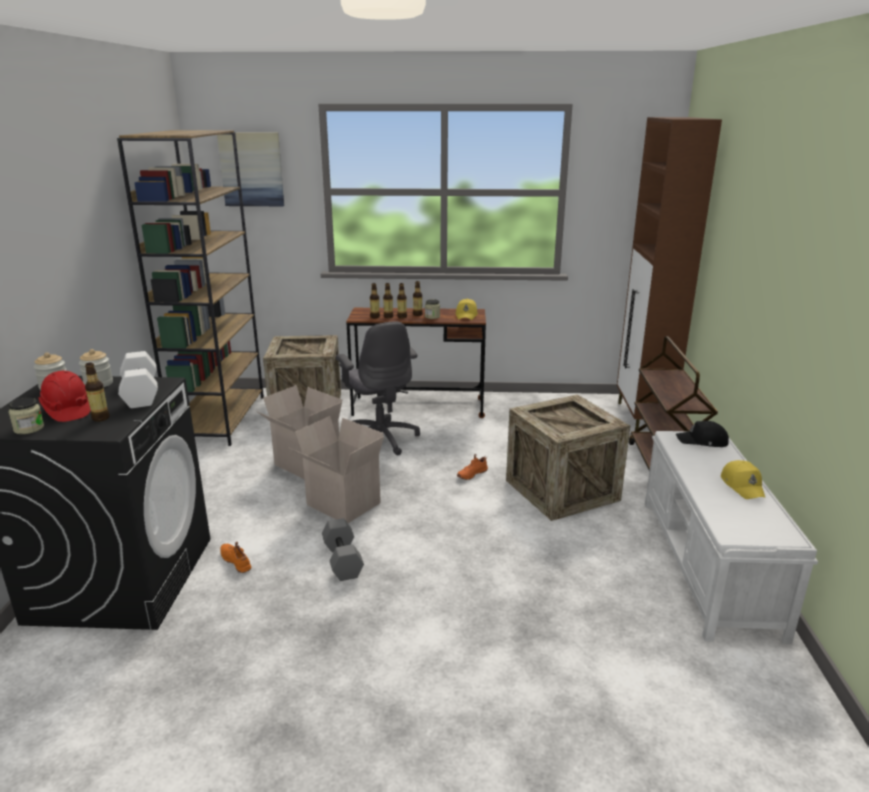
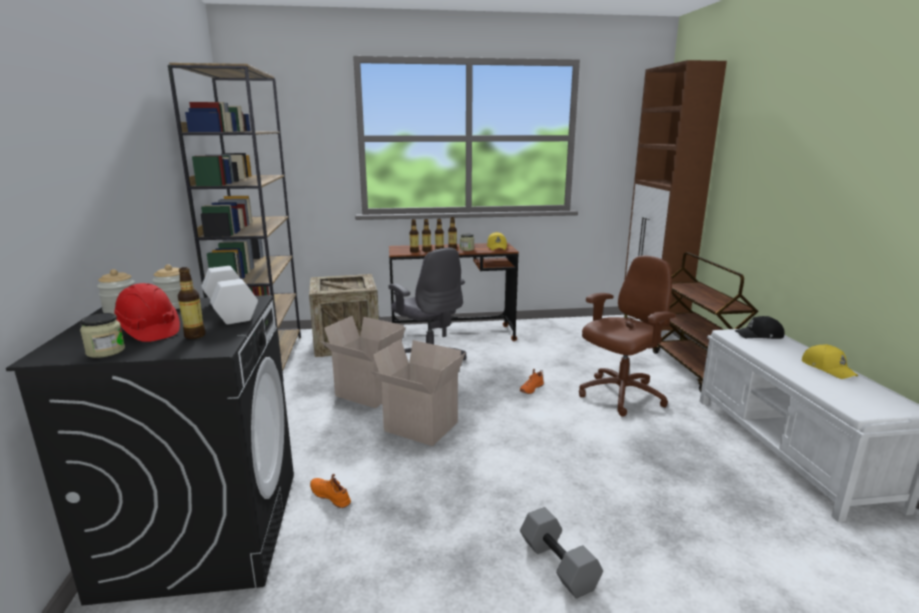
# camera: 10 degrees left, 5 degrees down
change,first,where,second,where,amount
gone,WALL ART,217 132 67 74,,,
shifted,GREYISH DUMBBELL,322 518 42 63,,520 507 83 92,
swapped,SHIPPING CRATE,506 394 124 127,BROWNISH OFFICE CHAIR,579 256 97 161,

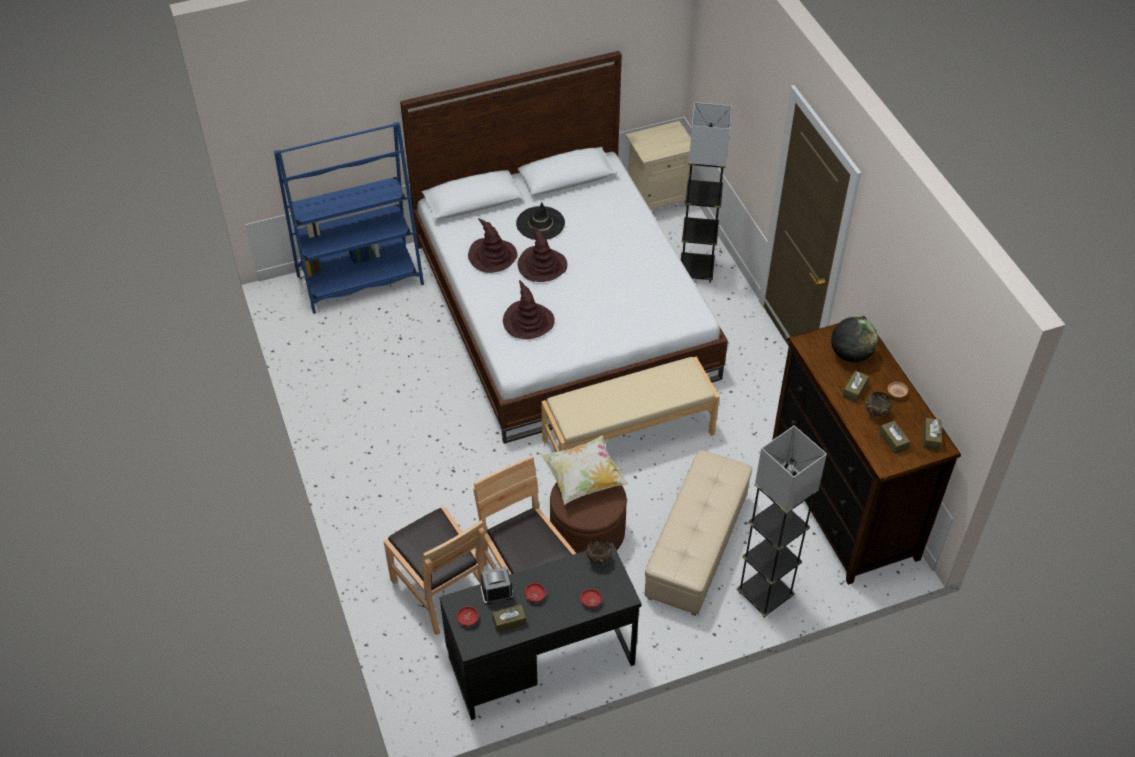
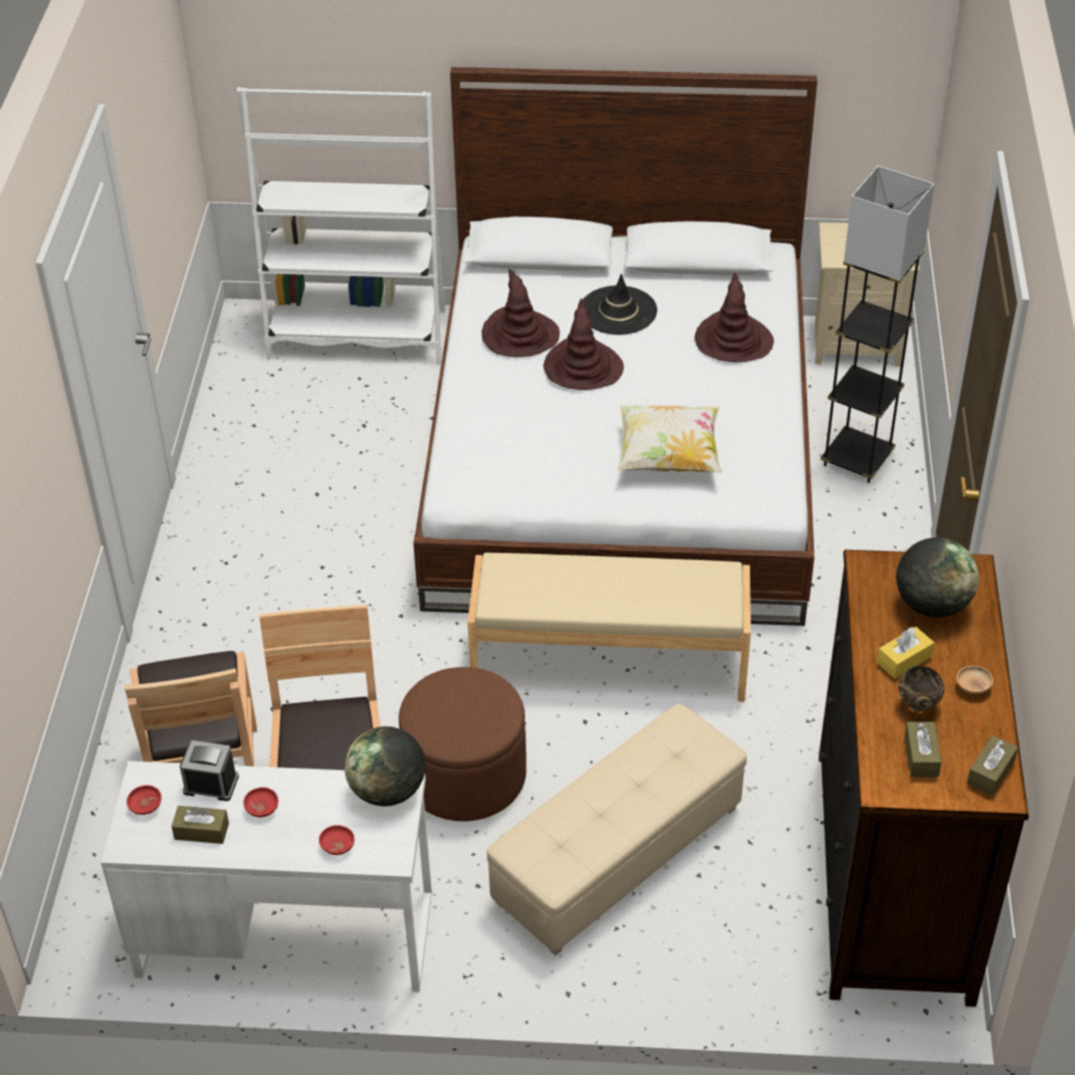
# camera: 25 degrees right, 5 degrees down
change,first,where,second,where,amount
repainted,BLUISH BOOKCASE,274 122 150 192,WHITE-COLOURED BOOKCASE,236 87 209 278,
repainted,BLACK DESK,440 542 201 178,WHITE-COLOURED DESK,101 761 331 231,
shifted,BROWNISH WEARABLE HAT,503 280 52 59,,694 272 80 90,
shifted,CUSHION,541 435 87 70,,617 405 105 68,
swapped,BROWNISH SERVING BOWL,586 539 26 26,DESK GLOBE,345 726 81 80,
gone,GREYISH STANDARD LAMP,737 426 90 192,,,
repainted,BROWNISH TISSUE HOLDER,842 371 27 32,YELLOWISH TISSUE HOLDER,877 627 57 52,

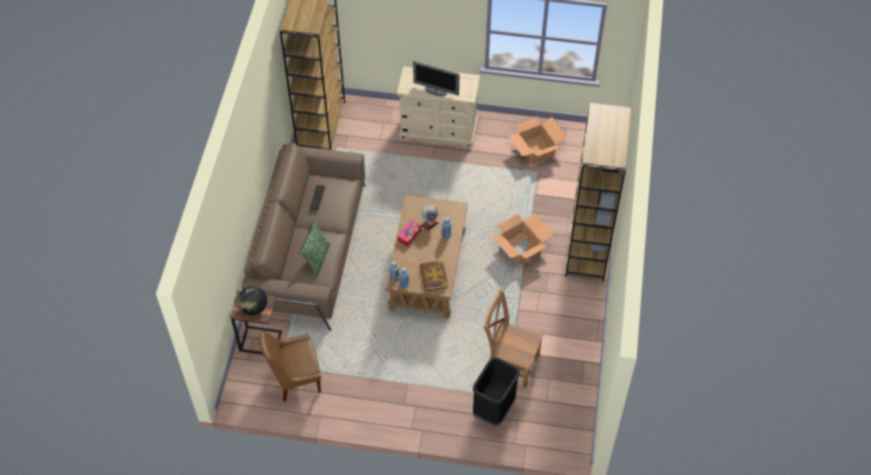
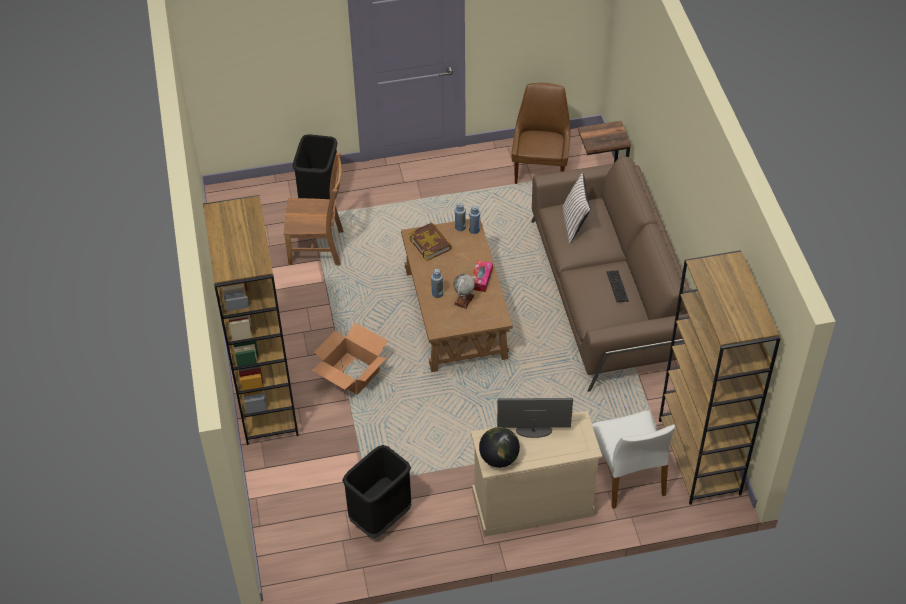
# camera: 160 degrees right, 5 degrees down
change,first,where,second,where,amount
shifted,DESK GLOBE,238 286 29 29,,479 427 41 41,
rotated,BROWNISH CHAIR,259 330 62 72,,511 83 59 101,45 degrees counterclockwise
repainted,GREEN CUSHION,299 219 32 59,WHITE-COLOURED CUSHION,562 173 29 71,
swapped,CARDBOARD BOX,508 117 58 47,BLACK RUBBISH BIN,342 445 69 93,
new,,,WHITE-COLOURED CHAIR,592 410 83 99,

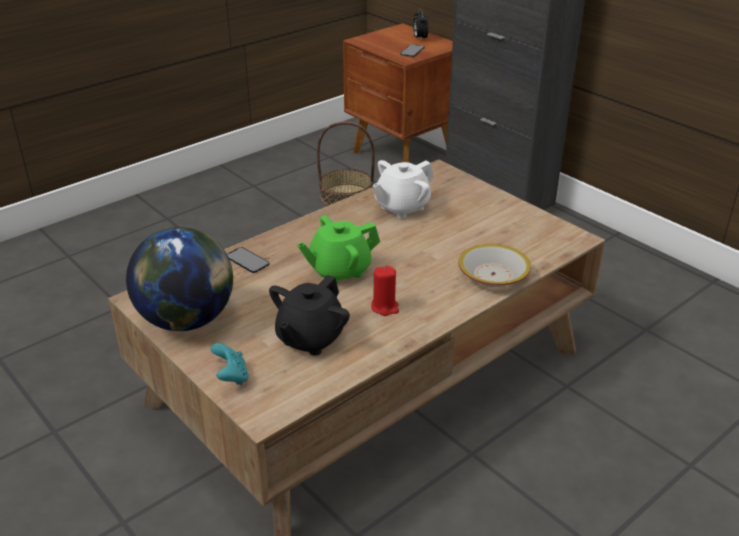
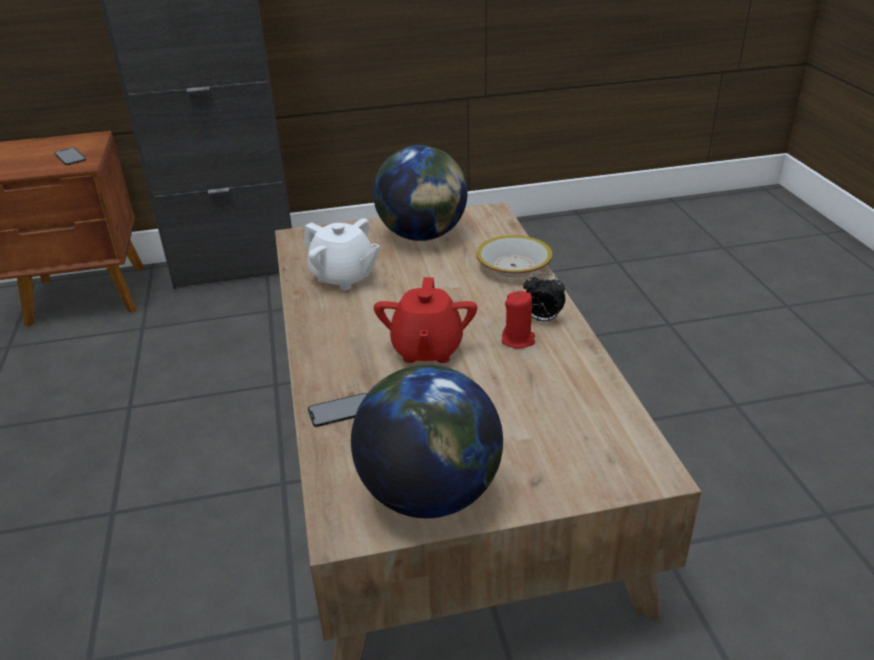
# camera: 60 degrees left, 0 degrees up
change,first,where,second,where,amount
gone,BLUE-GREEN GAME CONTROLLER,210 343 39 42,,,
gone,BLACK POT FOR TEA,269 275 81 81,,,
repainted,GREEN POT FOR TEA,297 215 83 68,RED-COLOURED POT FOR TEA,374 277 103 86,
gone,HOUSEHOLD BASKET,317 121 58 85,,,
rotated,WHITE-COLOURED POT FOR TEA,372 160 61 58,,304 218 76 72,45 degrees counterclockwise
shifted,BEDSIDE CLOCK,413 8 15 32,,523 272 42 51,
new,,,DESK GLOBE,373 145 94 96,

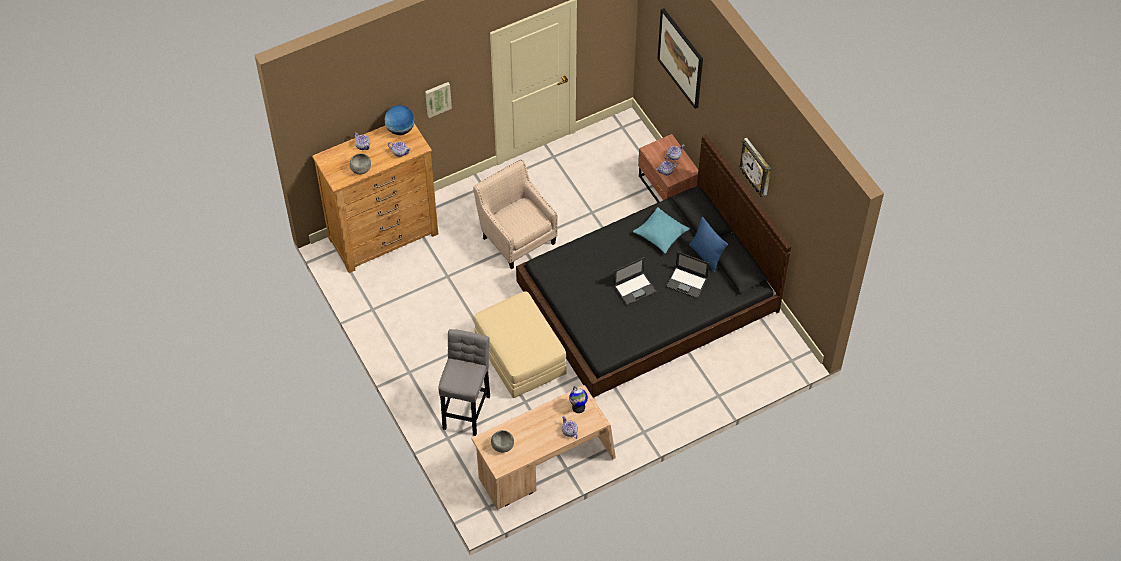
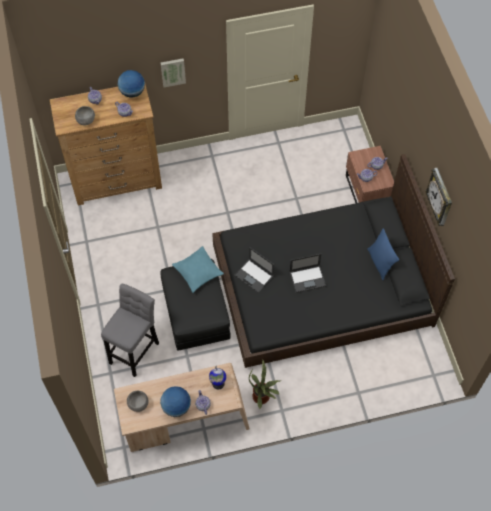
# camera: 15 degrees right, 5 degrees up
change,first,where,second,where,amount
gone,BEIGE-COLOURED ARMCHAIR,473 160 85 109,,,
repainted,BEIGE-COLOURED OTTOMAN,474 291 93 107,BLACK OTTOMAN,160 259 70 92,
shifted,BLUE-GREEN CUSHION,633 207 57 47,,172 246 52 47,
gone,WALL ART,658 8 45 101,,,
shifted,LAPTOP,666 251 43 48,,234 247 40 46,
new,,,DESK GLOBE,160 386 31 31,
new,,,POTTED PLANT,249 359 31 51,

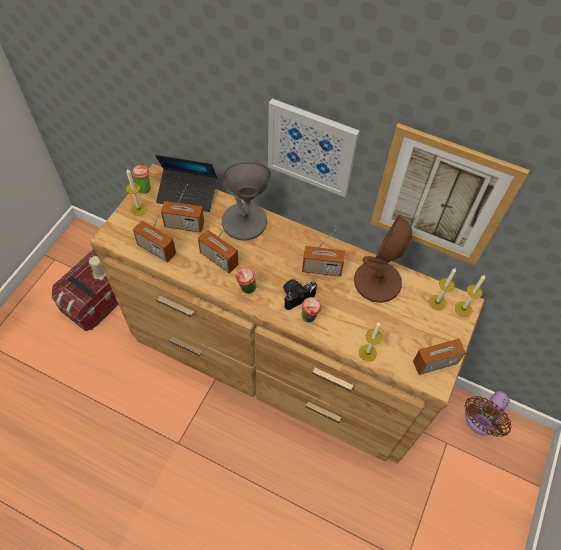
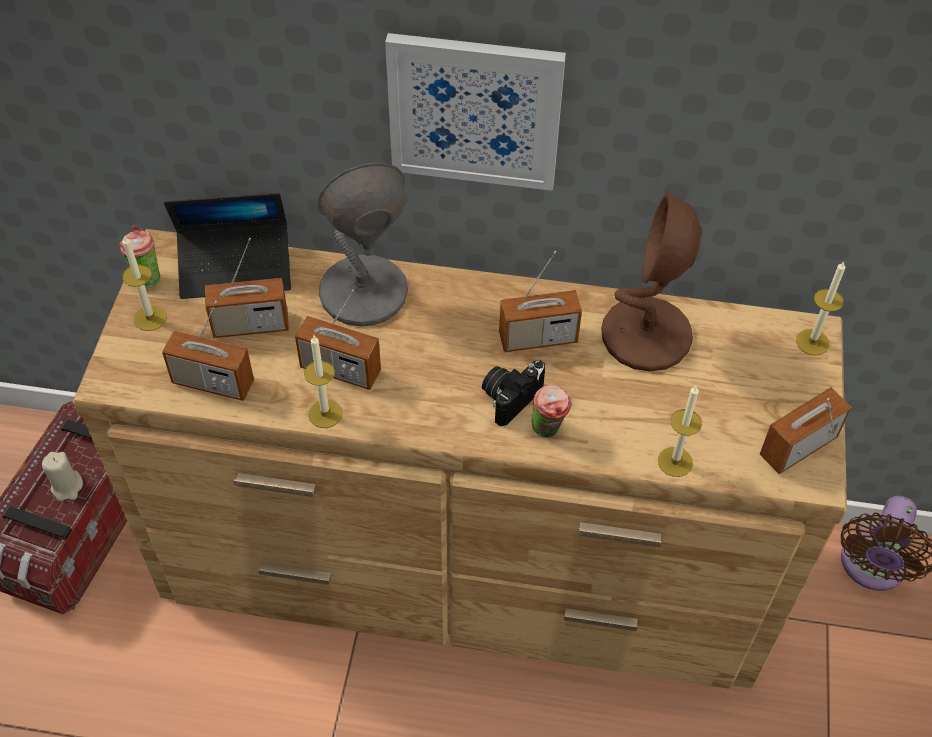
# camera: 15 degrees left, 5 degrees down
change,first,where,second,where,amount
gone,CUP,235 268 22 26,,,
gone,WALL ART,370 123 159 142,,,
shifted,WAX LIGHT,428 268 28 42,,304 336 39 92,

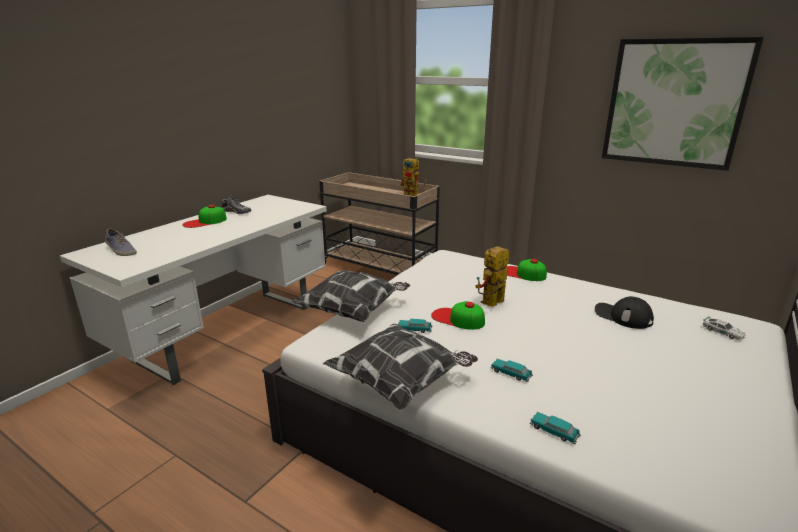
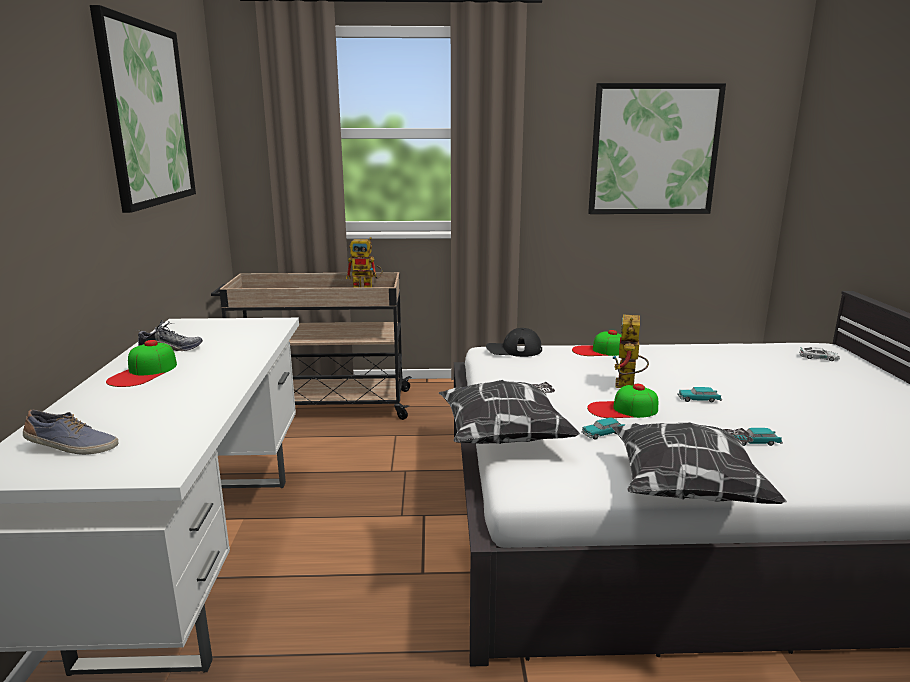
# camera: 35 degrees left, 5 degrees down
change,first,where,second,where,amount
shifted,TOY CAR,530 412 51 32,,678 387 44 15,
shifted,BLACK BASEBALL CAP,595 296 59 33,,486 328 56 29,
new,,,WALL ART,90 5 106 208,

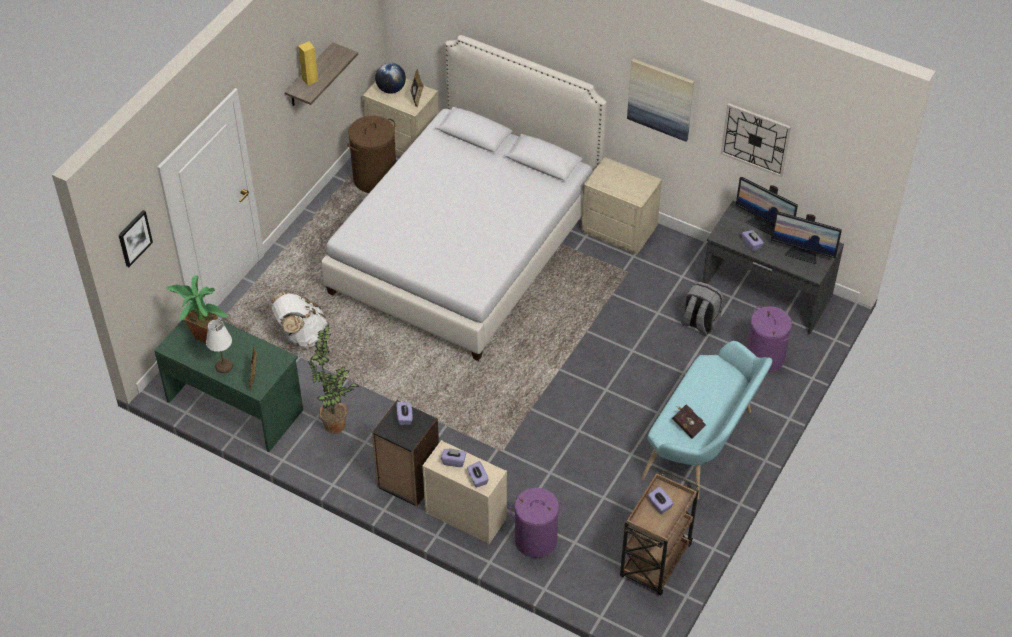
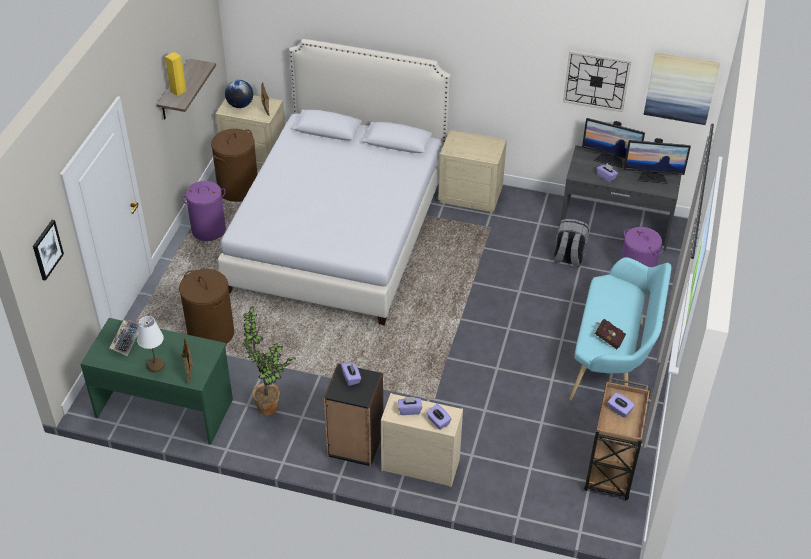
# camera: 15 degrees left, 5 degrees down
change,first,where,second,where,amount
swapped,POTTED PLANT,166 275 62 68,PC KEYBOARD,109 320 30 36,
swapped,WHITE-COLOURED BACKPACK,271 292 57 56,BROWNISH HAMPER,179 269 55 75,
shifted,PURPLISH HAMPER,509 488 55 70,,182 181 44 60,
shifted,WALL ART,627 59 67 83,,644 52 76 73,

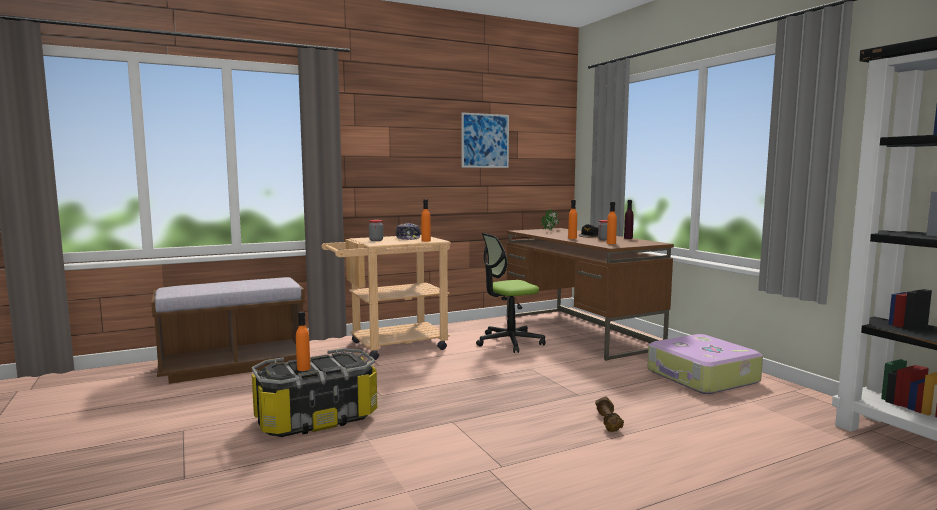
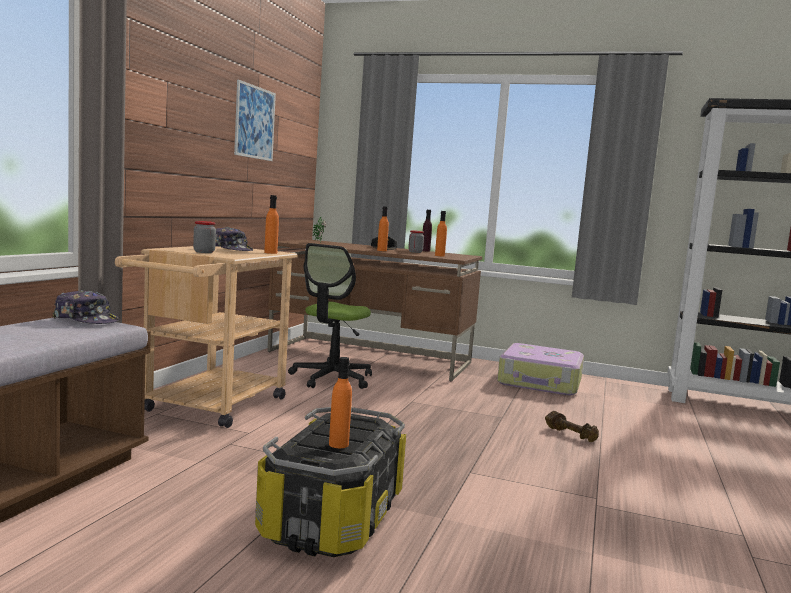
# camera: 45 degrees left, 0 degrees up
change,first,where,second,where,amount
new,,,BASEBALL CAP,52 290 67 34,

